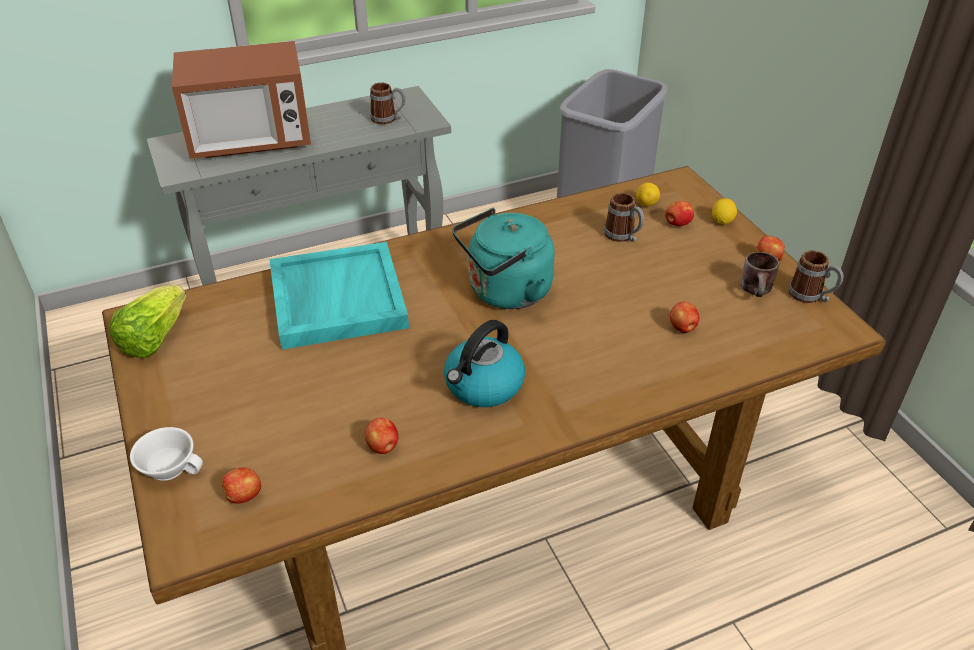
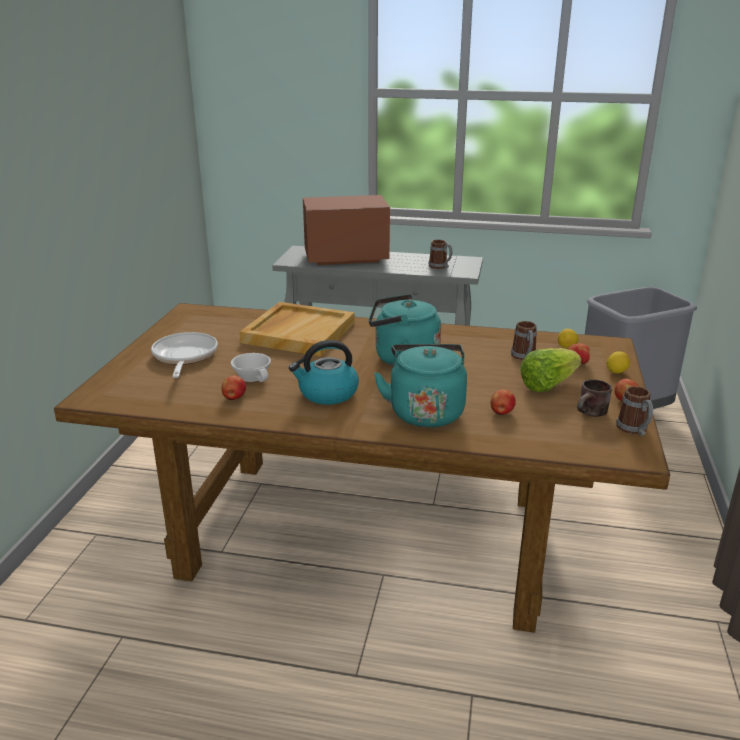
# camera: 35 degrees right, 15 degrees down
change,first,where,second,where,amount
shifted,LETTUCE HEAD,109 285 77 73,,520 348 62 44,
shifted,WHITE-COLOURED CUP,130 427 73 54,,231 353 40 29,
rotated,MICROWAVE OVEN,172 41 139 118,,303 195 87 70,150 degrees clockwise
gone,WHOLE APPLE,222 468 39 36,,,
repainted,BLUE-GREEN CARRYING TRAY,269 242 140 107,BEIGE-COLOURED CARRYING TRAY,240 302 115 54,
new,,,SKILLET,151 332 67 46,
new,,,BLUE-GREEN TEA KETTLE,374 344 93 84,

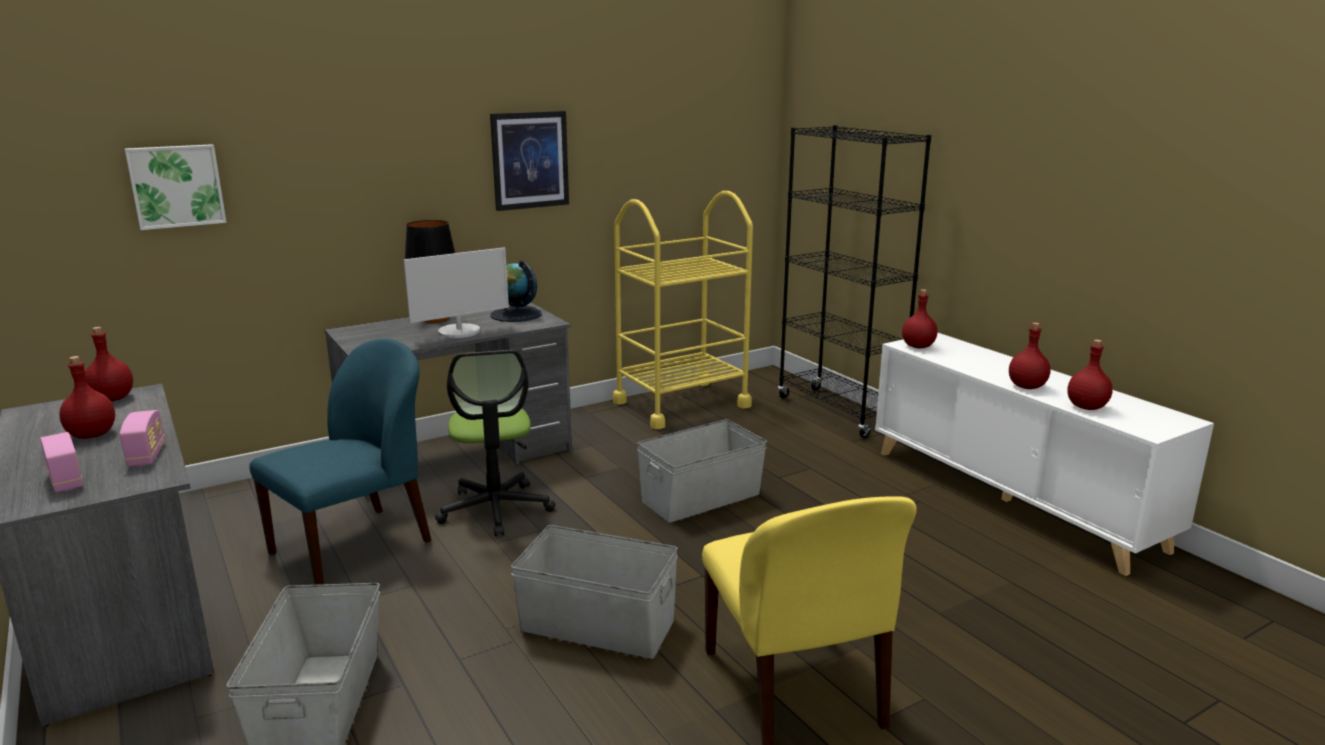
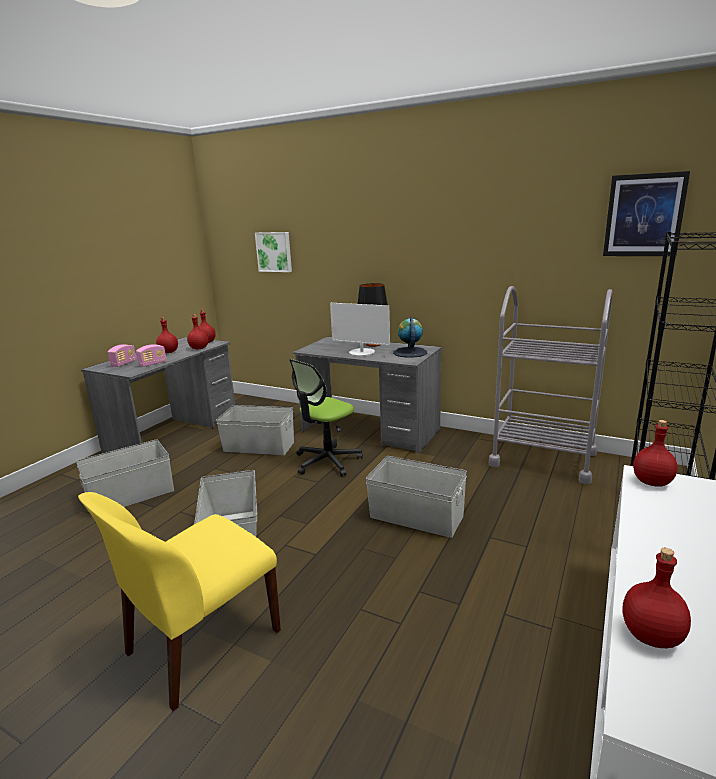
# camera: 60 degrees right, 0 degrees up
change,first,where,second,where,amount
swapped,BLUISH CHAIR,249 339 183 246,GREYISH STORAGE BIN,216 405 78 50,
shifted,WALL ART,490 111 79 100,,603 171 87 85,
repainted,YELLOWISH WHEELED CART,613 191 140 238,GREYISH WHEELED CART,489 286 124 198,
shifted,RED-COLOURED BOTTLE,1009 323 42 66,,187 314 21 36,

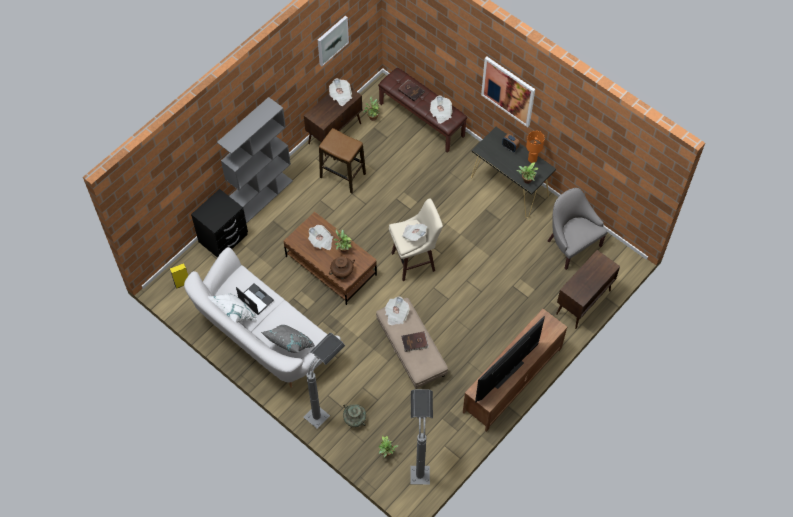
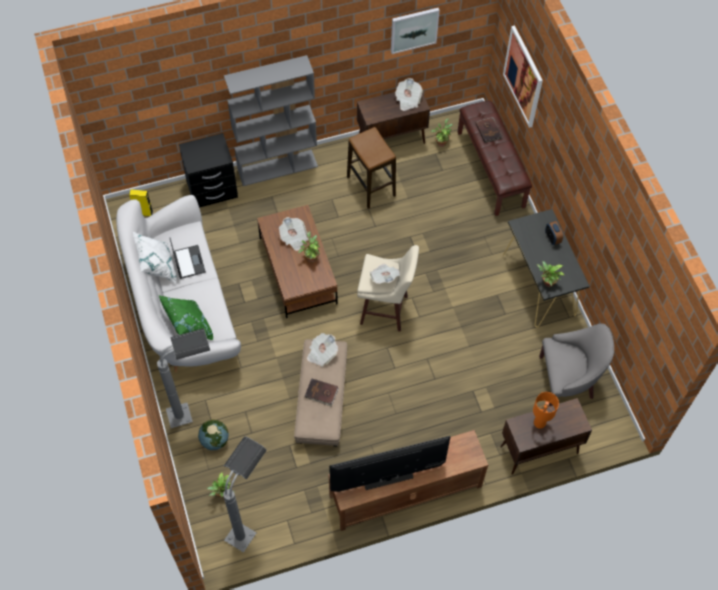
# camera: 30 degrees right, 0 degrees up
change,first,where,second,where,amount
repainted,GREYISH CUSHION,261 325 54 28,GREEN CUSHION,158 295 55 45,
gone,BROWNISH FLOWER VASE,329 256 26 23,,,
swapped,BLUE-GREEN FLOWER VASE,343 404 23 23,DESK GLOBE,198 420 31 30,
gone,NEWSPAPER,430 95 22 29,,,
shifted,WALL ART,481 56 54 71,,503 26 40 102,
shifted,ORANGE-COLOURED LAMP FOR A TABLE,526 131 19 32,,533 392 26 37,
rotated,GREYISH ARMCHAIR,547 188 60 82,,539 323 75 84,90 degrees clockwise

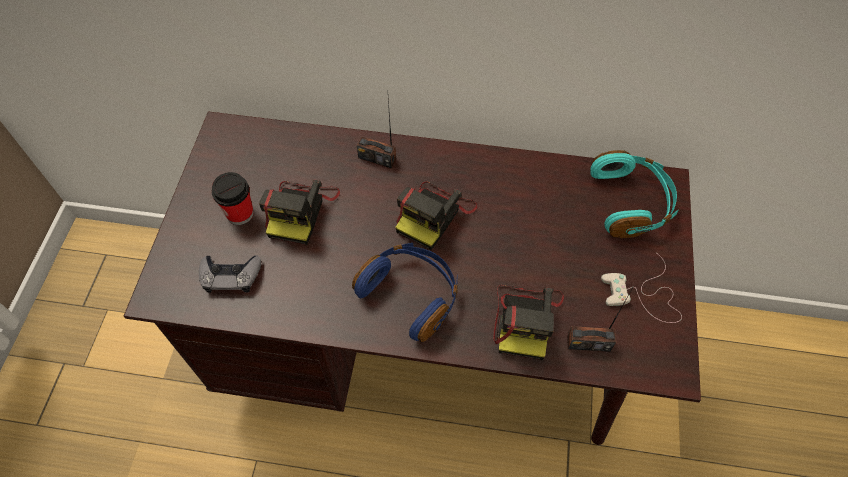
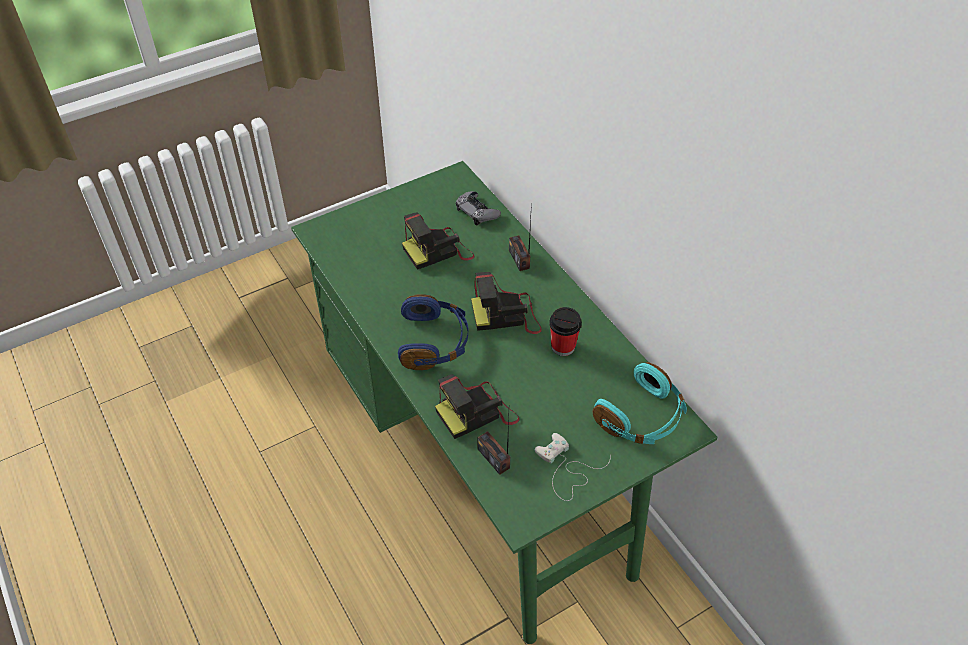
# camera: 50 degrees right, 10 degrees down
change,first,where,second,where,amount
repainted,BROWNISH DESK,124 111 577 334,GREEN DESK,291 161 426 483,
shifted,GREYISH GAME CONTROLLER,199 256 62 37,,456 191 45 34,
shifted,CUP,212 172 42 53,,549 307 33 49,

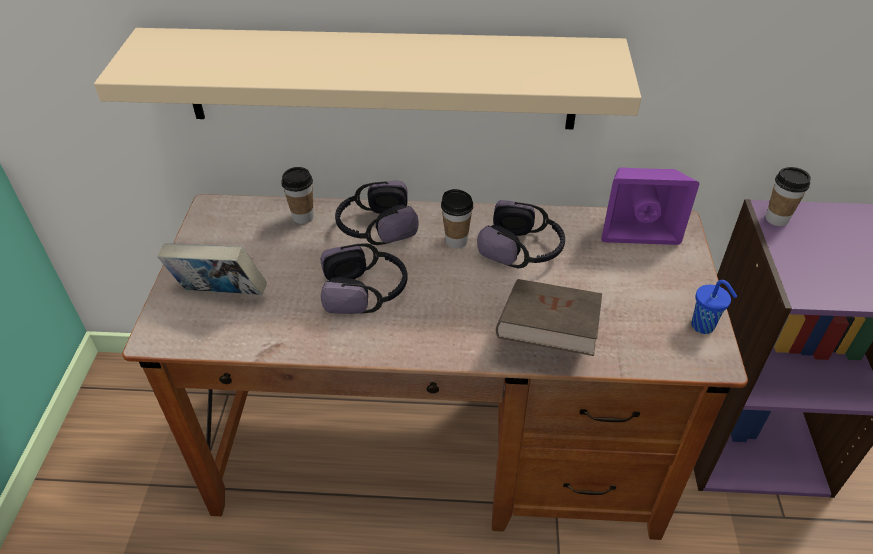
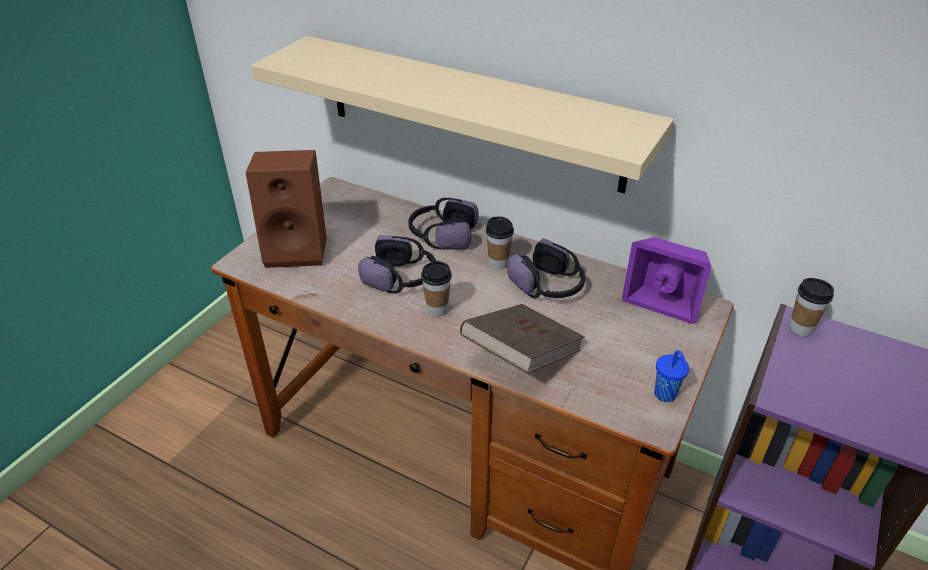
# camera: 25 degrees right, 5 degrees down
change,first,where,second,where,amount
swapped,BOOK,158 243 109 52,BROWNISH SPEAKER,246 150 81 118,
shifted,CUP,282 167 32 57,,421 261 31 56,

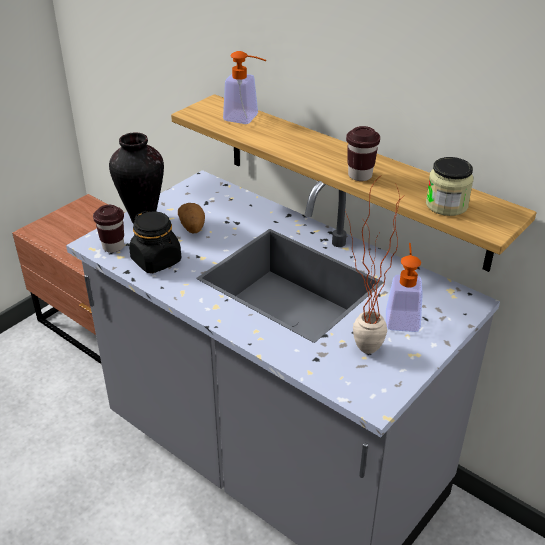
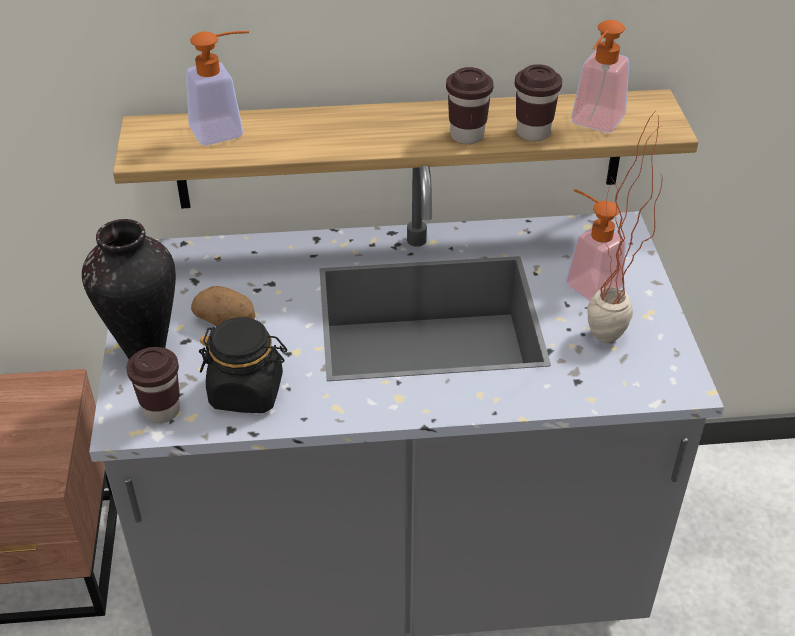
# camera: 45 degrees left, 5 degrees up
change,first,where,second,where,amount
swapped,STORAGE JAR,426 157 47 59,LIQUID SOAP BOTTLE,571 20 58 113,
new,,,BROWNISH CUP,515 64 47 77,

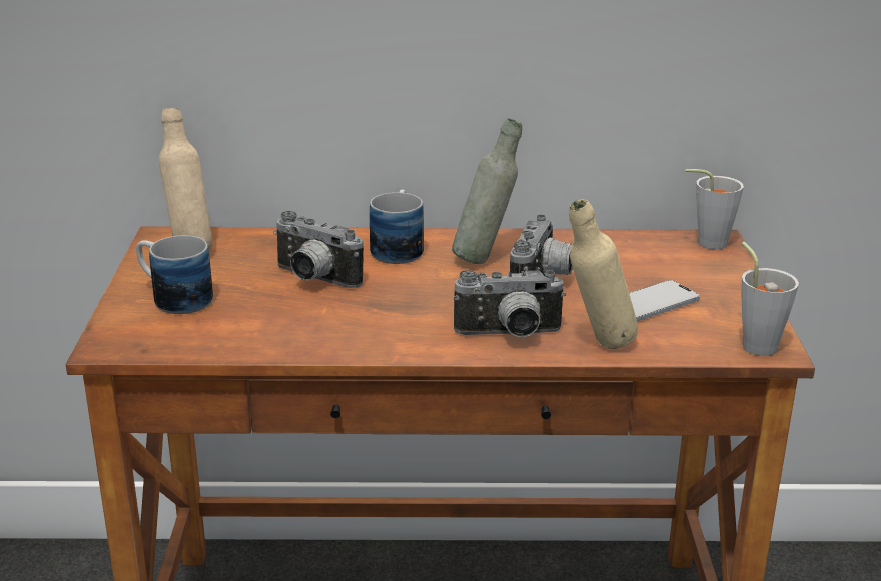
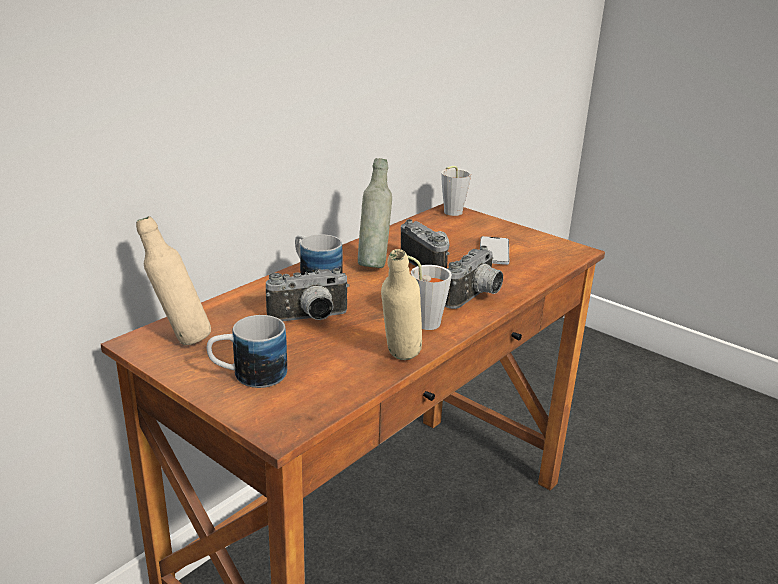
# camera: 50 degrees left, 0 degrees up
change,first,where,second,where,amount
shifted,BEIGE-COLOURED BOTTLE,569 199 69 150,,381 249 41 111,
shifted,GREYISH CUP,742 242 57 114,,407 255 45 75,

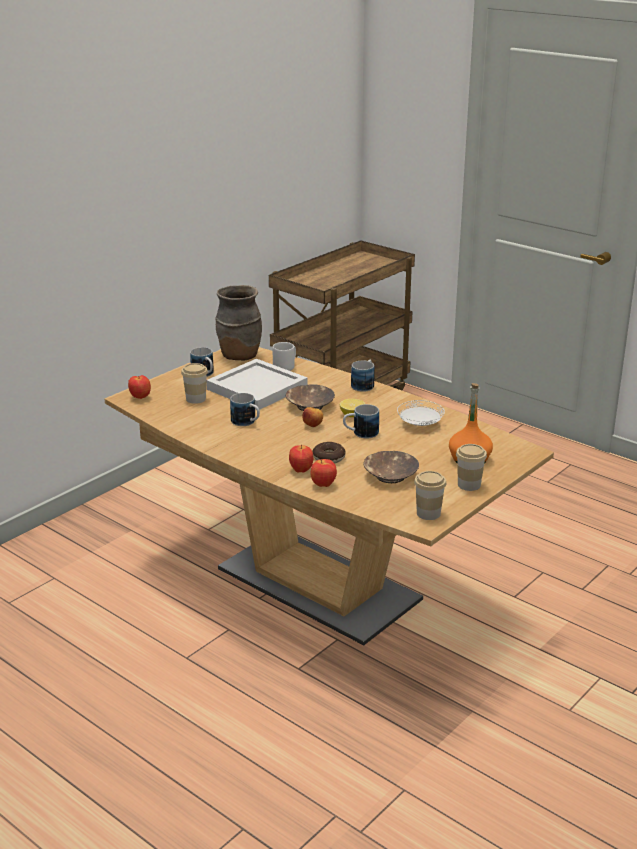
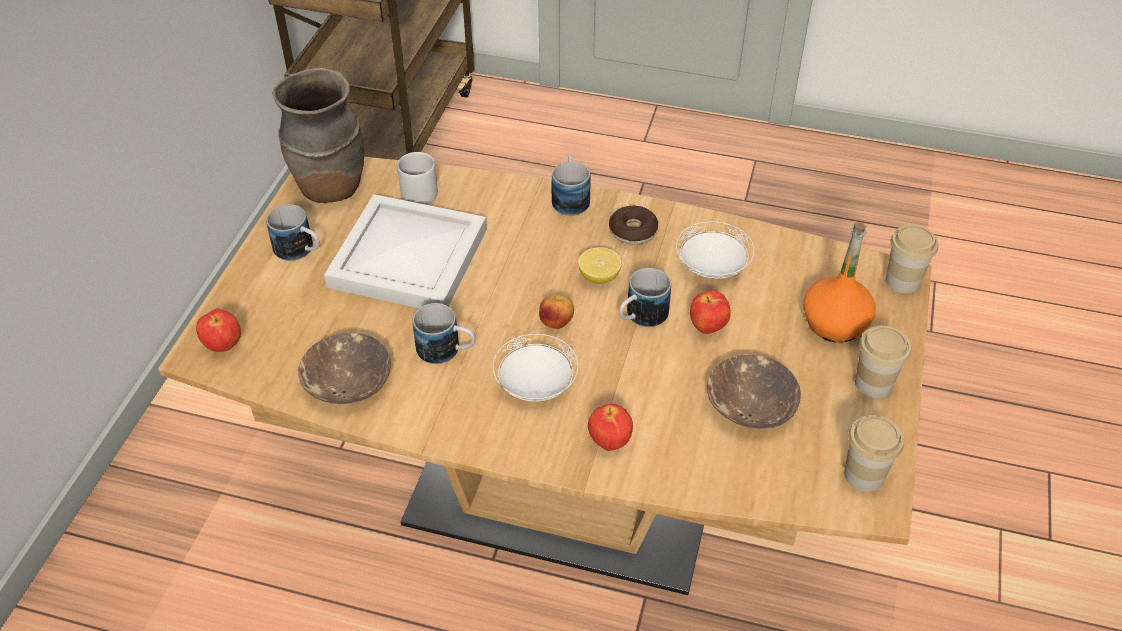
# camera: 25 degrees left, 20 degrees up
change,first,where,second,where,amount
shifted,CUP,181 363 27 41,,886 225 52 68,
shifted,BROWNISH SERVING BOWL,286 384 49 27,,298 332 93 72,
shifted,WHOLE APPLE,311 459 26 28,,690 290 41 44,
shifted,RING DOUGHNUT,312 442 34 22,,609 206 49 39,
new,,,WHITE-COLOURED PLATE,493 334 85 67,

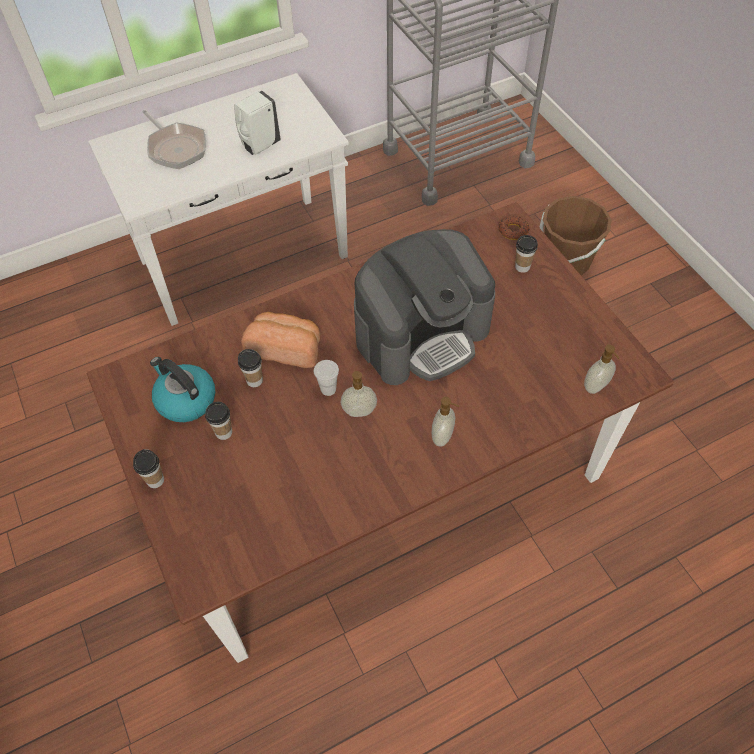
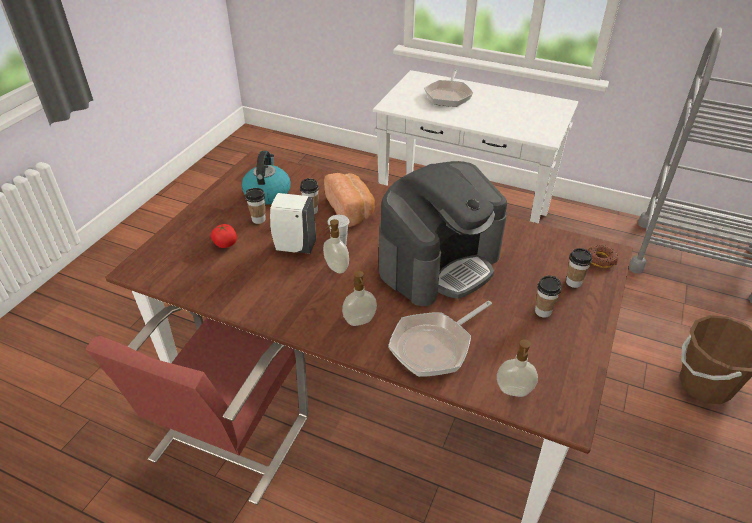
# camera: 50 degrees right, 15 degrees down
change,first,where,second,where,amount
shifted,CUP,133 449 31 39,,535 276 26 42,
shifted,WHITE-COLOURED LIQUID SOAP BOTTLE,234 91 47 64,,270 193 46 61,
rotated,COFFEE BREWER,354 229 141 156,,379 161 128 145,60 degrees counterclockwise
new,,,RED-COLOURED CHAIR,85 305 223 200,
new,,,TOMATO,211 224 26 24,
new,,,SKILLET,388 301 104 76,

